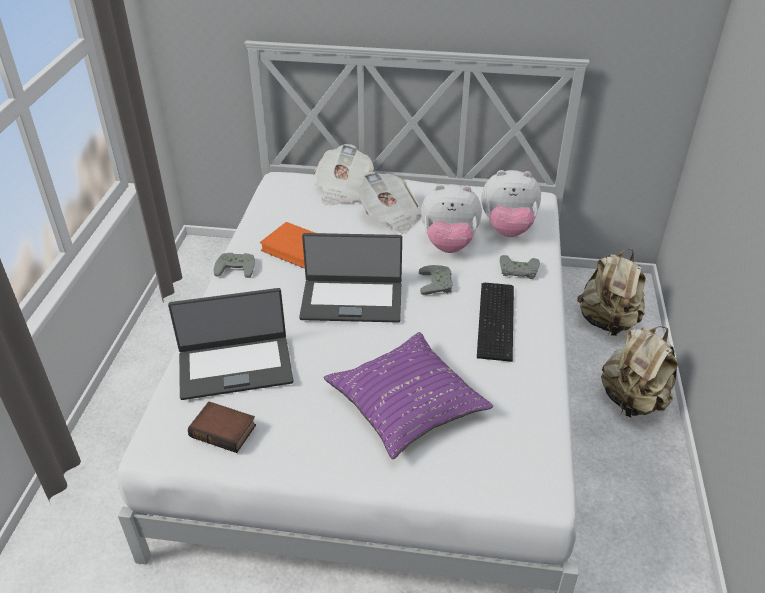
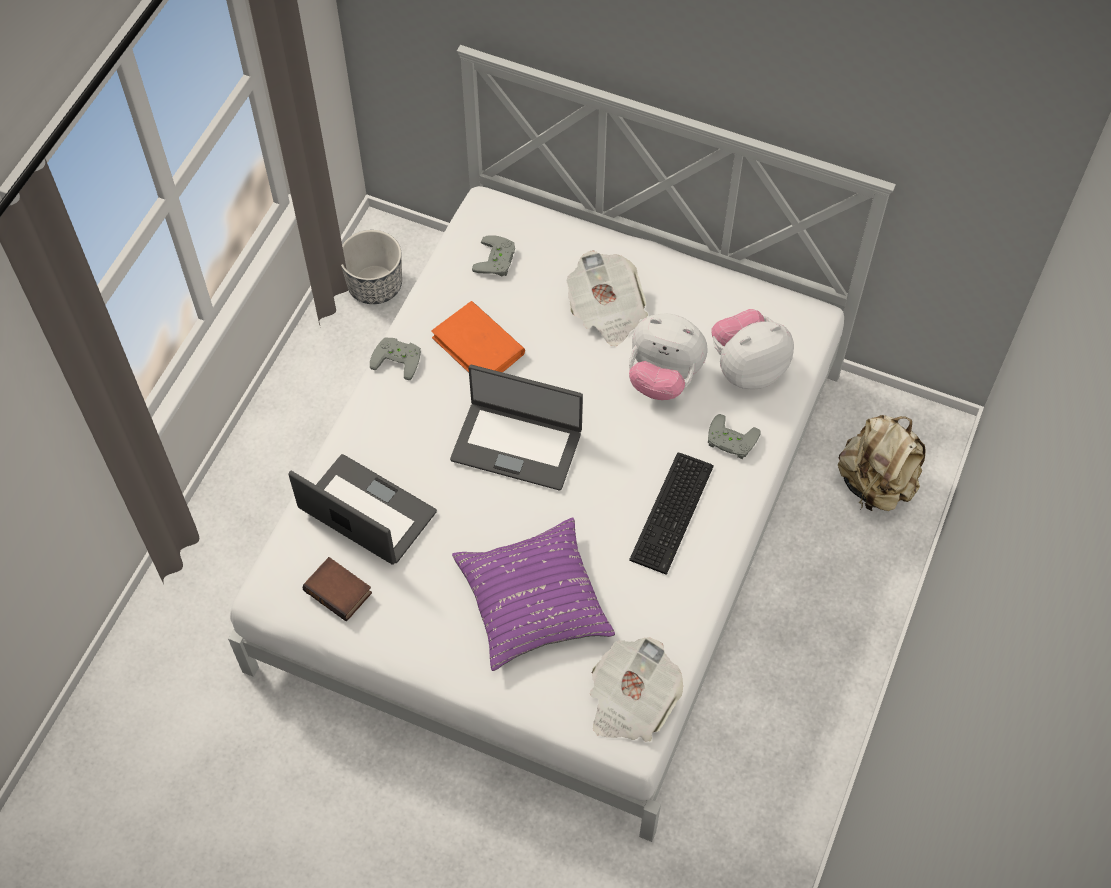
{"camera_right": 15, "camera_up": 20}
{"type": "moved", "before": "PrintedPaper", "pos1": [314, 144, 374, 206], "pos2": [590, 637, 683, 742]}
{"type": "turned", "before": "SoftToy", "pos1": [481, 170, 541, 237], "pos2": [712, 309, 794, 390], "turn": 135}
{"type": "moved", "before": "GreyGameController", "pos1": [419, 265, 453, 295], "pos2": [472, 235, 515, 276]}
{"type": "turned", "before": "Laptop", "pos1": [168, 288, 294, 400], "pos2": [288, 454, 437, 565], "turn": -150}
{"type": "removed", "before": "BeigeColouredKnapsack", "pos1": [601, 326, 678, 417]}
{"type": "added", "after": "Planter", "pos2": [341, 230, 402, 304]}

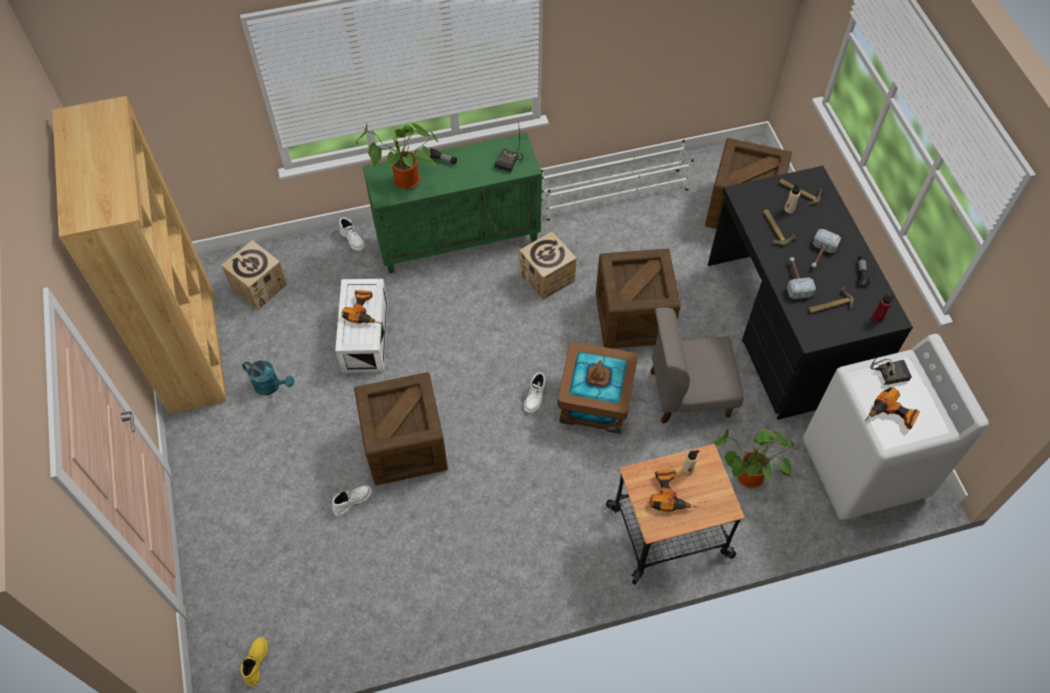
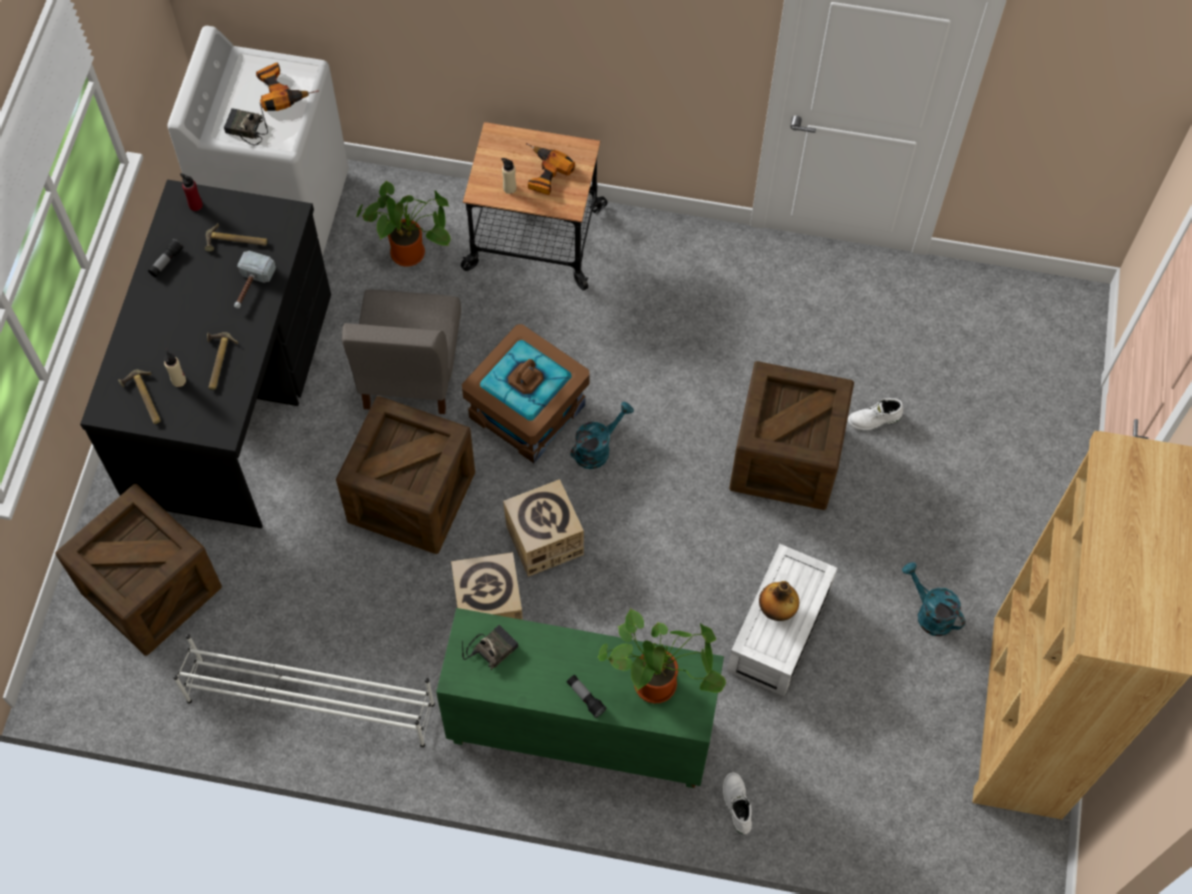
{"camera_right": -155, "camera_up": 5}
{"type": "removed", "before": "Hammer", "pos1": [811, 229, 841, 268]}
{"type": "moved", "before": "CardboardBox", "pos1": [221, 240, 287, 310], "pos2": [503, 479, 584, 577]}
{"type": "replaced", "before": "ElectricDrill", "after": "Bottle", "pos1": [342, 290, 381, 324], "pos2": [759, 581, 799, 621]}
{"type": "turned", "before": "GreyChair", "pos1": [650, 307, 744, 423], "pos2": [342, 290, 461, 414], "turn": 75}
{"type": "replaced", "before": "WhiteColouredTallBoot", "after": "BlueGreenSprinklingCan", "pos1": [524, 372, 545, 413], "pos2": [570, 402, 634, 469]}
{"type": "removed", "before": "YellowColouredTallBoot", "pos1": [241, 637, 268, 687]}

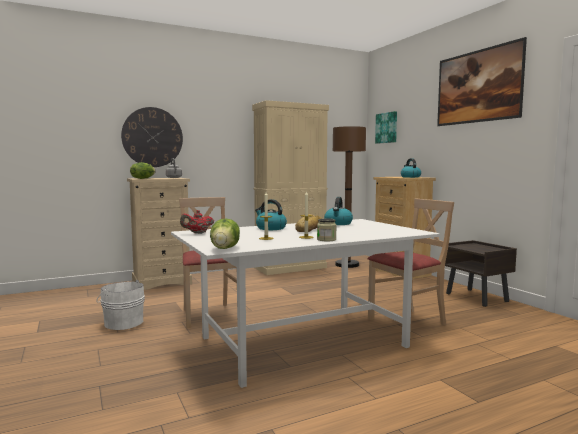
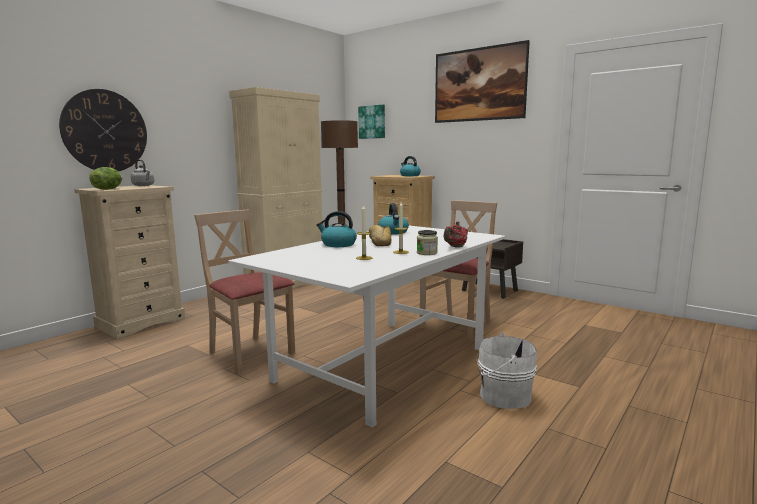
{"camera_right": -25, "camera_up": 5}
{"type": "moved", "before": "RedPotForTea", "pos1": [180, 210, 214, 234], "pos2": [444, 221, 468, 247]}
{"type": "removed", "before": "HeadOfLettuce", "pos1": [210, 218, 240, 249]}
{"type": "moved", "before": "WhiteColouredWaterBucket", "pos1": [96, 280, 145, 330], "pos2": [476, 333, 537, 409]}

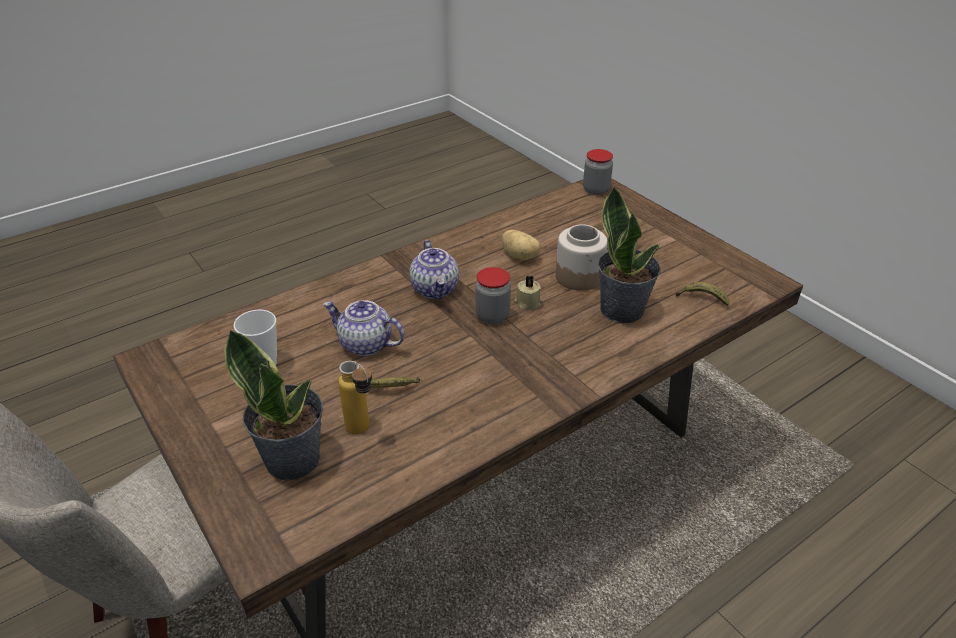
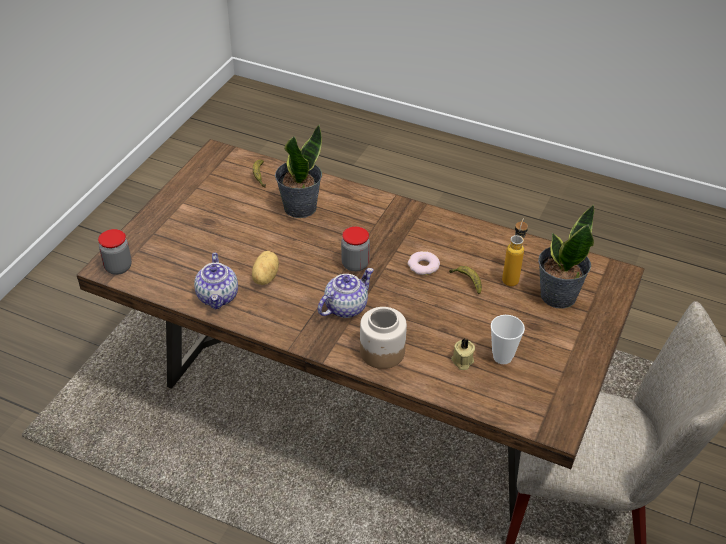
{"camera_right": -120, "camera_up": 5}
{"type": "moved", "before": "StorageJar", "pos1": [556, 224, 607, 291], "pos2": [360, 307, 407, 369]}
{"type": "moved", "before": "BeigeColouredWaxCandle", "pos1": [514, 276, 541, 310], "pos2": [451, 338, 475, 370]}
{"type": "moved", "before": "PotForTea", "pos1": [323, 300, 405, 356], "pos2": [194, 253, 238, 310]}
{"type": "added", "after": "RingDoughnut", "pos2": [407, 251, 440, 275]}

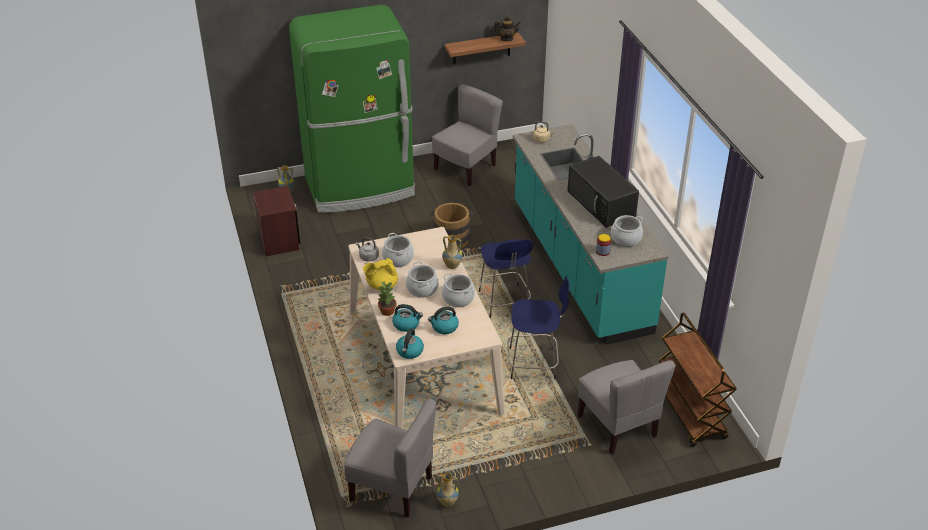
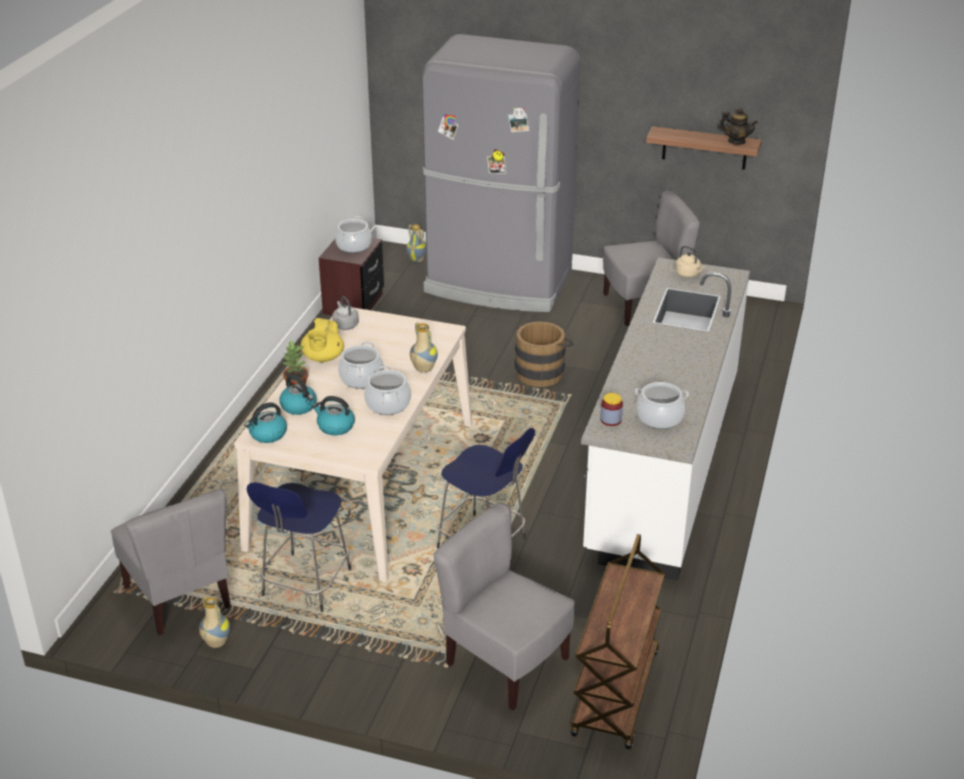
{"camera_right": 35, "camera_up": -5}
{"type": "recoloured", "before": "GreenishKitchenFridge", "after": "GreyKitchenFridge", "pos1": [289, 5, 415, 213], "pos2": [422, 34, 581, 312]}
{"type": "recoloured", "before": "BlueGreenCounter", "after": "WhiteColouredCounter", "pos1": [513, 124, 668, 345], "pos2": [581, 257, 750, 581]}
{"type": "removed", "before": "BlackColouredMicrowaveOven", "pos1": [568, 156, 639, 228]}
{"type": "moved", "before": "Stockpot", "pos1": [382, 233, 414, 267], "pos2": [335, 216, 372, 253]}
{"type": "moved", "before": "BlueSittingStool", "pos1": [479, 239, 533, 318], "pos2": [247, 482, 351, 612]}
{"type": "turned", "before": "YellowColouredPotForTea", "pos1": [363, 258, 398, 290], "pos2": [300, 318, 344, 362], "turn": -90}
{"type": "turned", "before": "GreyChair", "pos1": [577, 360, 676, 454], "pos2": [434, 502, 575, 710], "turn": 120}

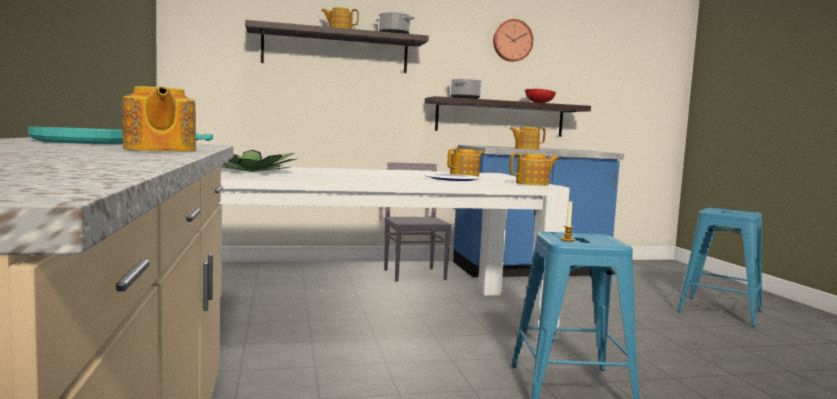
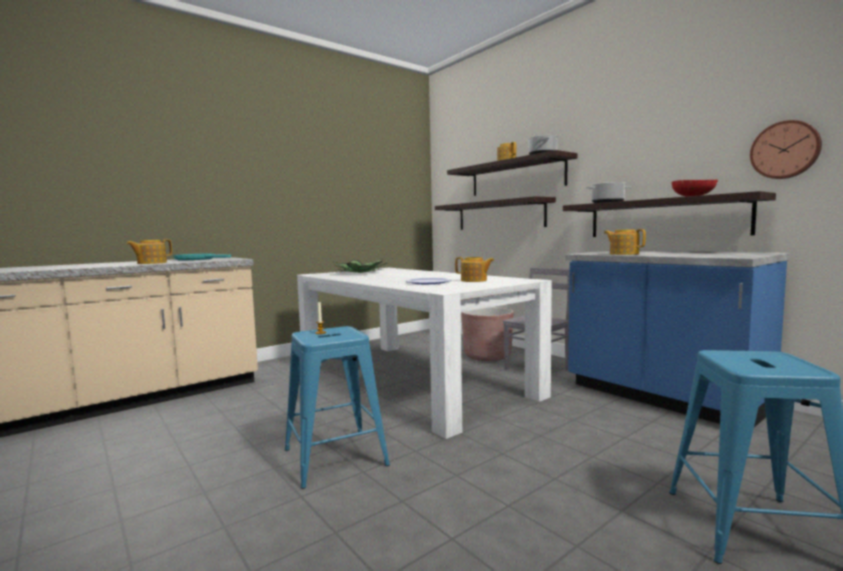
{"camera_right": 65, "camera_up": 0}
{"type": "moved", "before": "HangingClock", "pos1": [493, 19, 533, 62], "pos2": [750, 120, 822, 179]}
{"type": "removed", "before": "PotForTea", "pos1": [510, 153, 559, 185]}
{"type": "added", "after": "WallShelf", "pos2": [435, 196, 556, 230]}
{"type": "added", "after": "BrownPlanter", "pos2": [461, 307, 514, 361]}

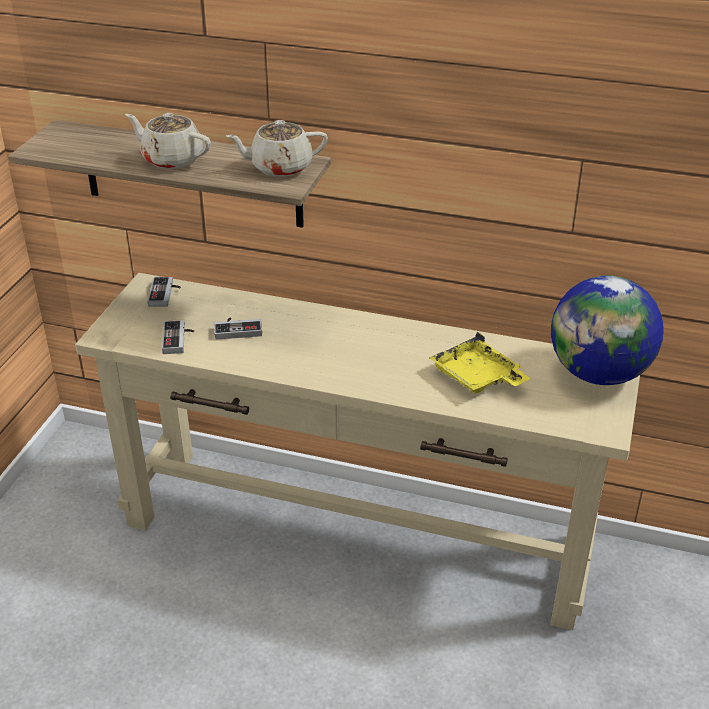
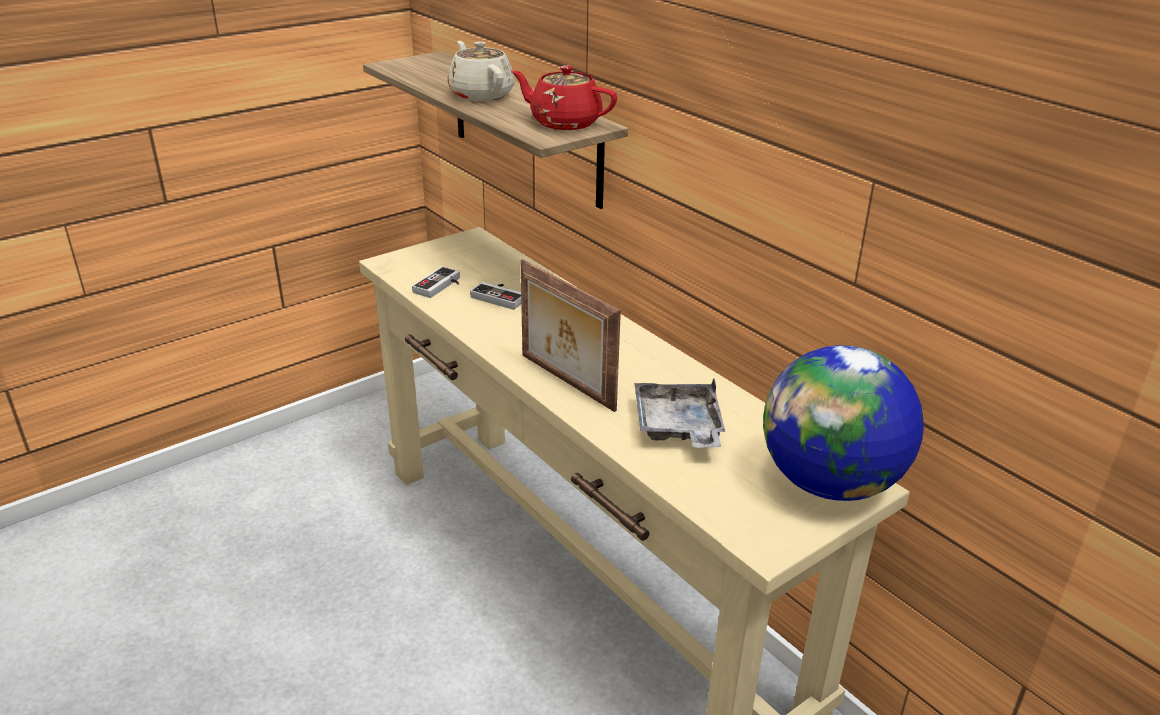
{"camera_right": 35, "camera_up": -5}
{"type": "recoloured", "before": "BeigeColouredPotForTea", "after": "RedPotForTea", "pos1": [226, 120, 328, 177], "pos2": [511, 65, 617, 130]}
{"type": "removed", "before": "GameController", "pos1": [147, 277, 181, 307]}
{"type": "recoloured", "before": "YellowColouredCarryingTray", "after": "GreyCarryingTray", "pos1": [429, 332, 531, 394], "pos2": [634, 379, 726, 448]}
{"type": "added", "after": "StandingFrame", "pos2": [520, 259, 621, 412]}

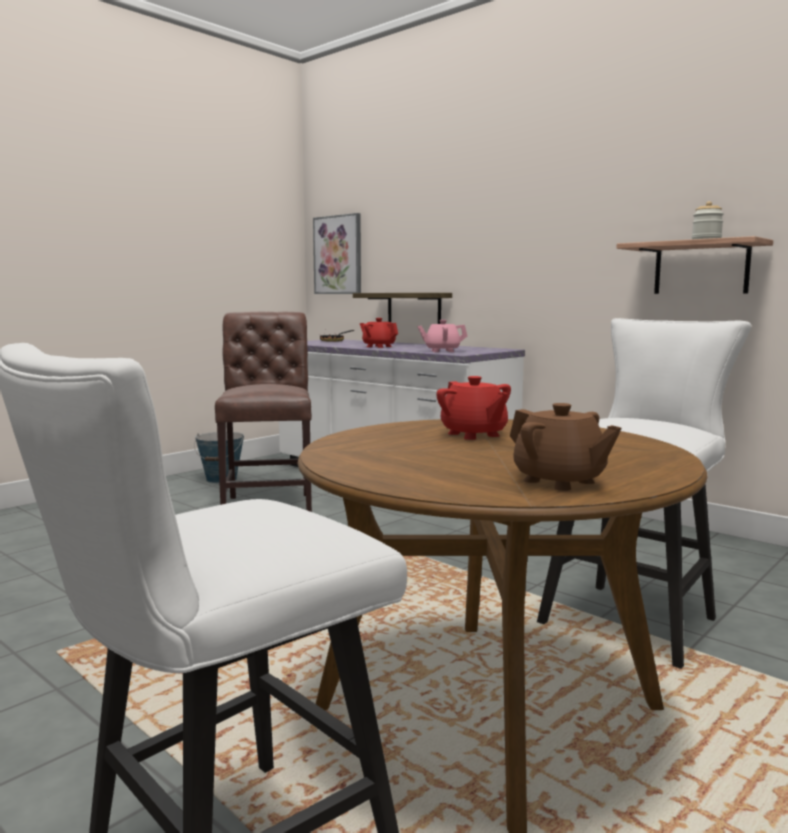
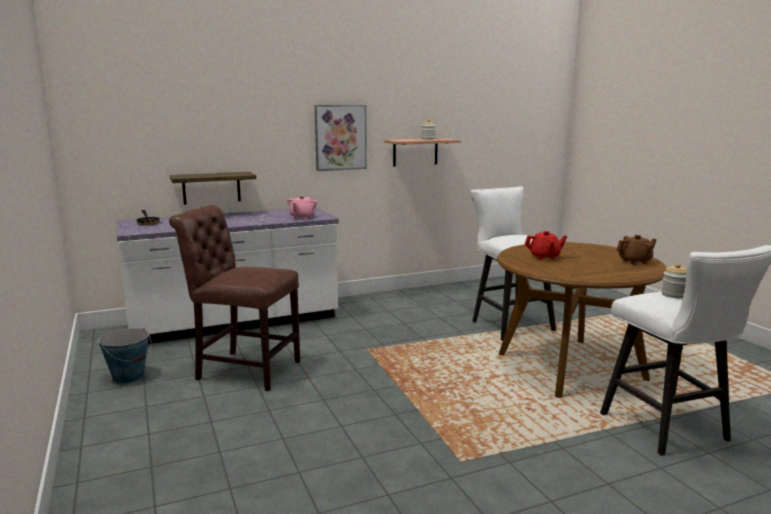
{"camera_right": -65, "camera_up": 5}
{"type": "moved", "before": "WallArt", "pos1": [313, 213, 361, 294], "pos2": [315, 105, 367, 171]}
{"type": "removed", "before": "RedPotForTea", "pos1": [360, 318, 398, 348]}
{"type": "added", "after": "StorageJar", "pos2": [662, 264, 687, 299]}

